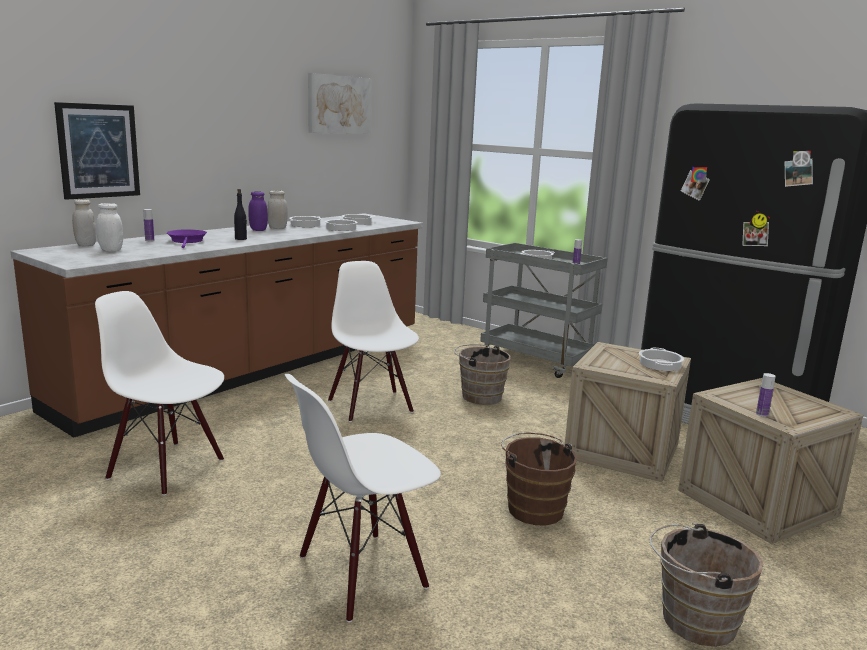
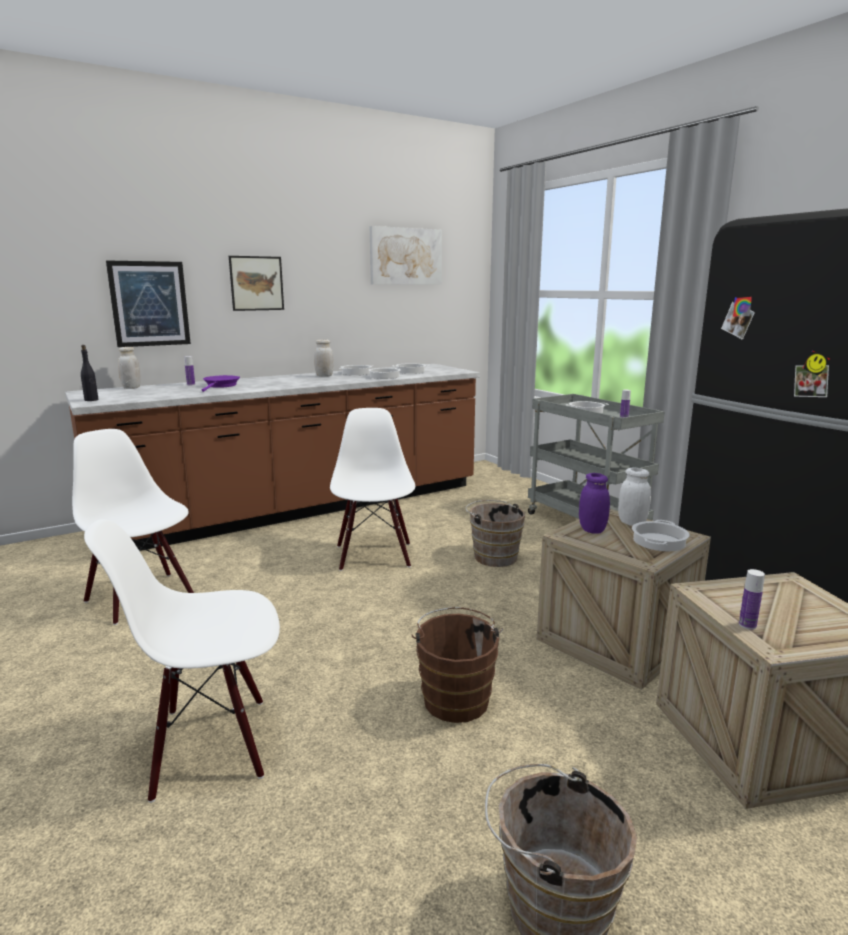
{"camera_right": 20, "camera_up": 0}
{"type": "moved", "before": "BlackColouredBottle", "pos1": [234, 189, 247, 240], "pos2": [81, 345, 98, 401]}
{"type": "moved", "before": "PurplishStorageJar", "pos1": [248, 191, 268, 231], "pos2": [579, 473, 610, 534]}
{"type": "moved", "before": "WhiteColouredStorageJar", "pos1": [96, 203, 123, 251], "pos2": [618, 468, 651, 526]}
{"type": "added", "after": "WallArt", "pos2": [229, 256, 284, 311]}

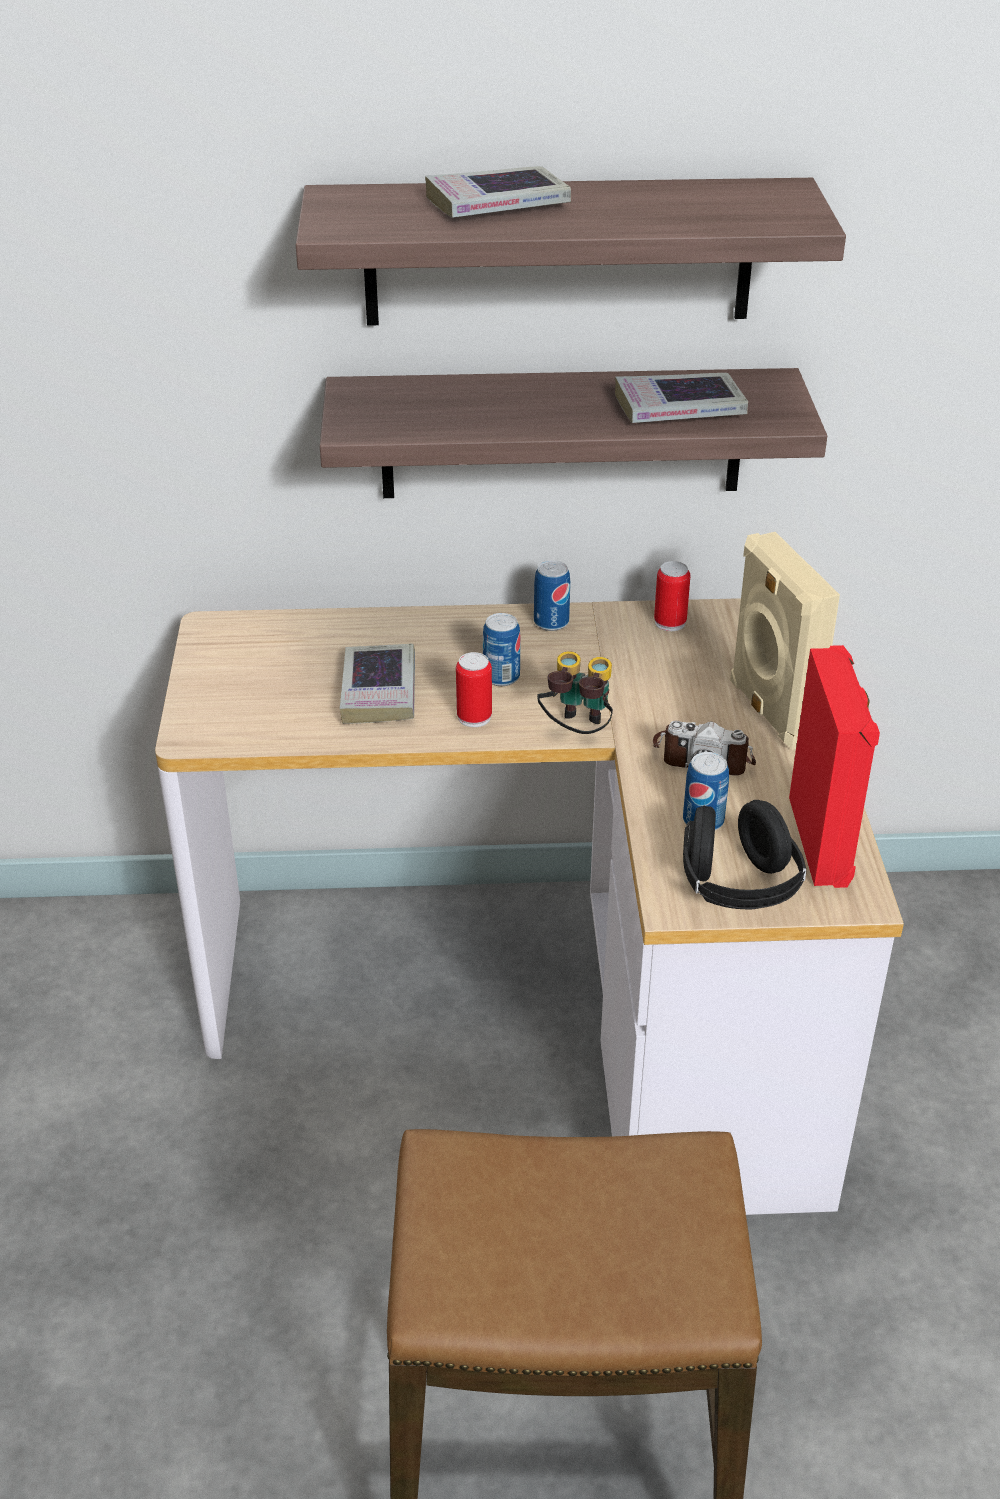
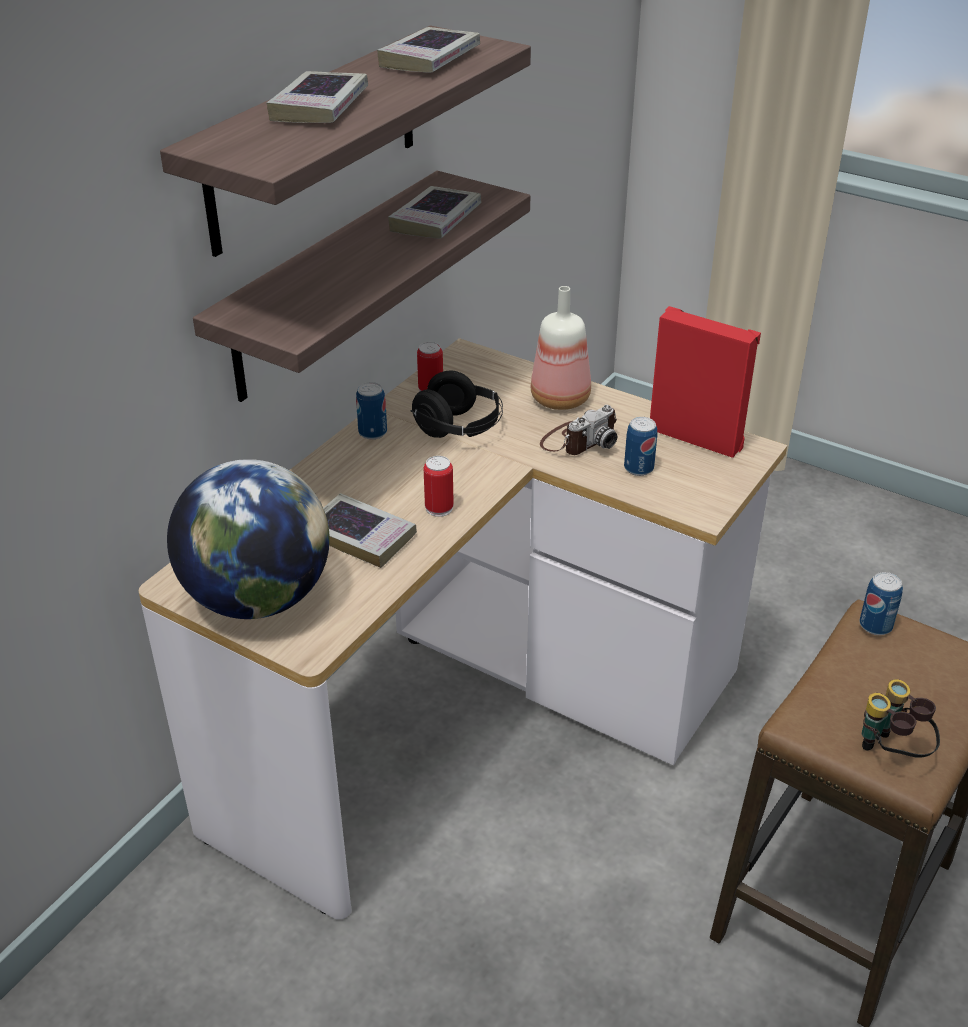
{"camera_right": -55, "camera_up": 0}
{"type": "replaced", "before": "BeigeColouredSpeaker", "after": "Bottle", "pos1": [730, 532, 840, 750], "pos2": [531, 286, 591, 410]}
{"type": "moved", "before": "Can", "pos1": [483, 613, 520, 686], "pos2": [859, 572, 903, 635]}
{"type": "moved", "before": "Binoculars", "pos1": [537, 651, 613, 734], "pos2": [862, 679, 940, 758]}
{"type": "moved", "before": "BlackColouredPairOfHeadphones", "pos1": [683, 800, 806, 909], "pos2": [411, 371, 503, 438]}
{"type": "added", "after": "Volume", "pos2": [377, 27, 480, 73]}
{"type": "added", "after": "DeskGlobe", "pos2": [167, 459, 330, 619]}

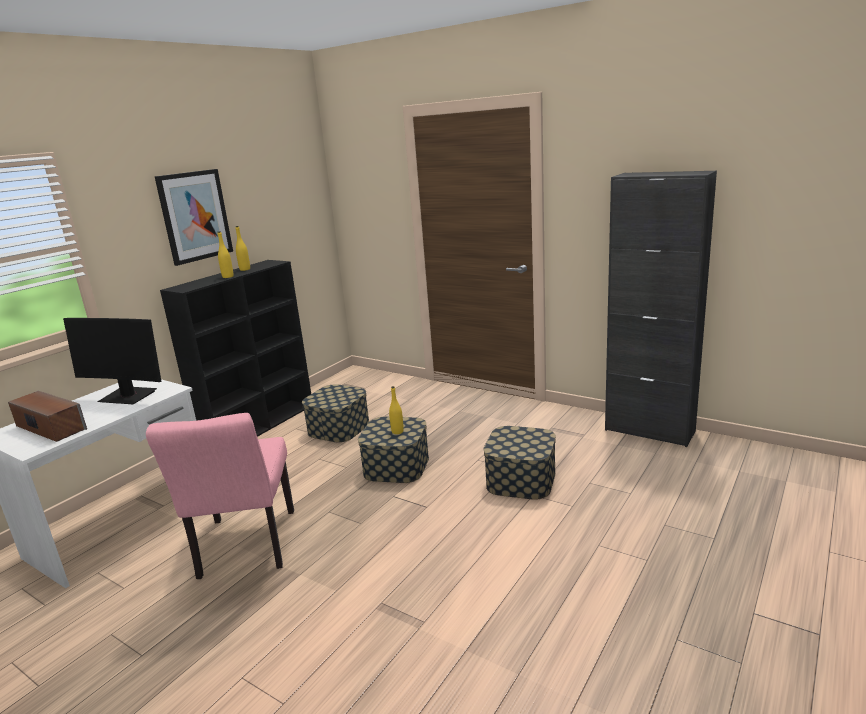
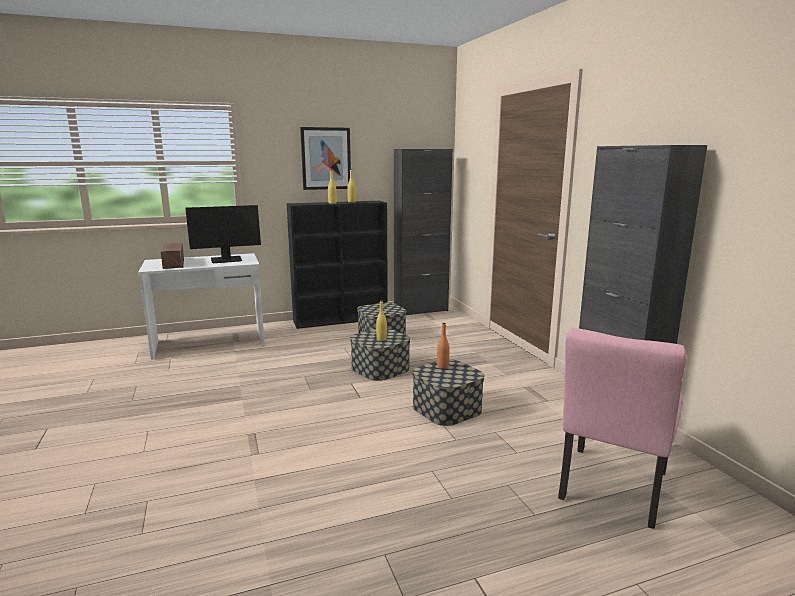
{"camera_right": 35, "camera_up": -5}
{"type": "turned", "before": "ComputerDisplay", "pos1": [63, 318, 161, 404], "pos2": [185, 205, 261, 263], "turn": -75}
{"type": "moved", "before": "PinkChair", "pos1": [146, 413, 294, 579], "pos2": [558, 328, 686, 529]}
{"type": "added", "after": "BlackColouredCupboard", "pos2": [394, 149, 453, 315]}
{"type": "added", "after": "OrangeBottle", "pos2": [437, 323, 449, 369]}

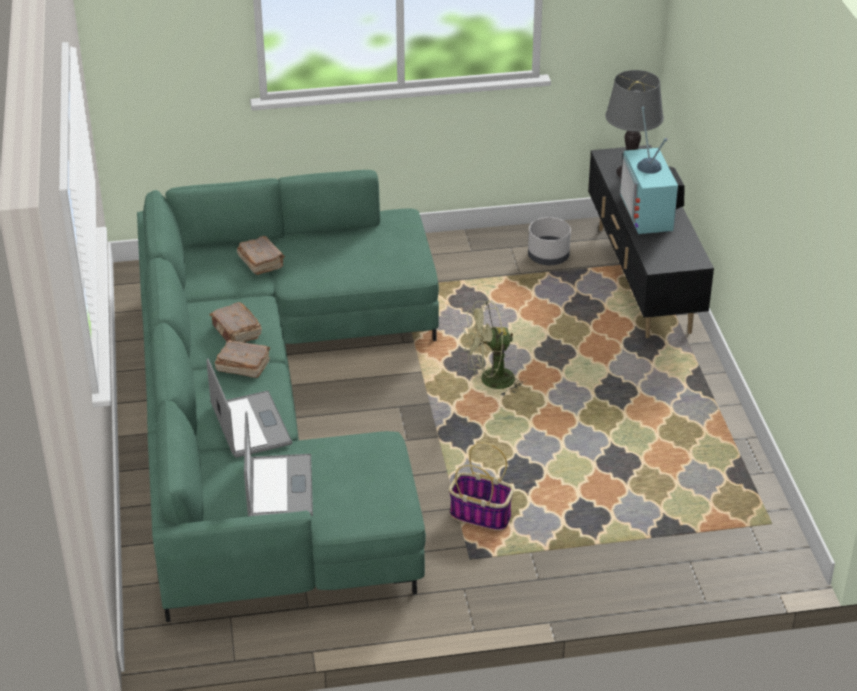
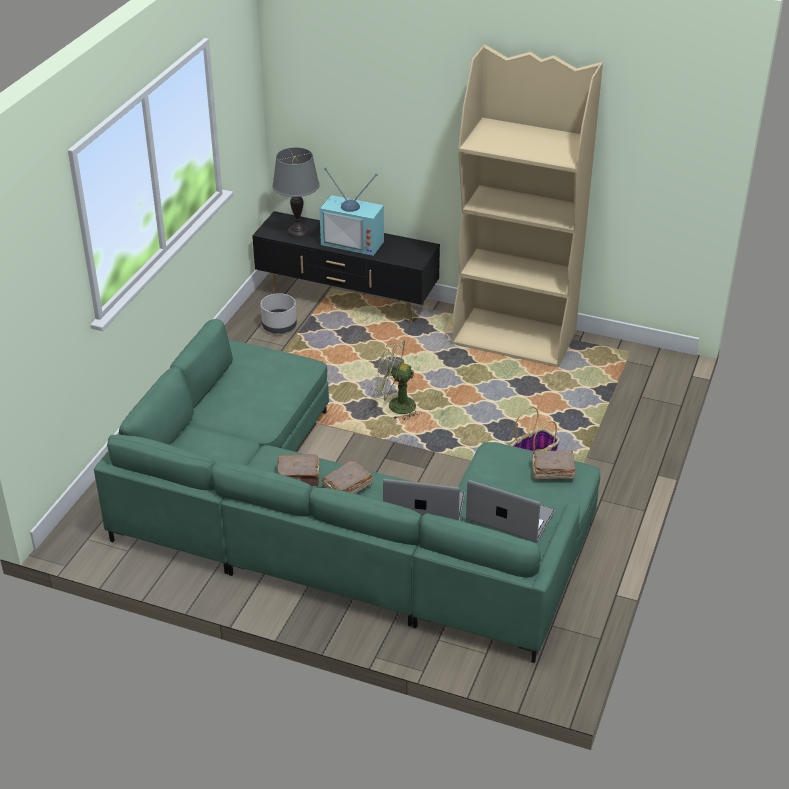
{"camera_right": -60, "camera_up": 0}
{"type": "moved", "before": "BrownVolume", "pos1": [237, 236, 285, 275], "pos2": [532, 450, 576, 480]}
{"type": "turned", "before": "GreenishCoolingFan", "pos1": [464, 301, 526, 396], "pos2": [373, 338, 420, 420], "turn": 90}
{"type": "added", "after": "BeigeColouredShelvingUnit", "pos2": [452, 45, 603, 367]}

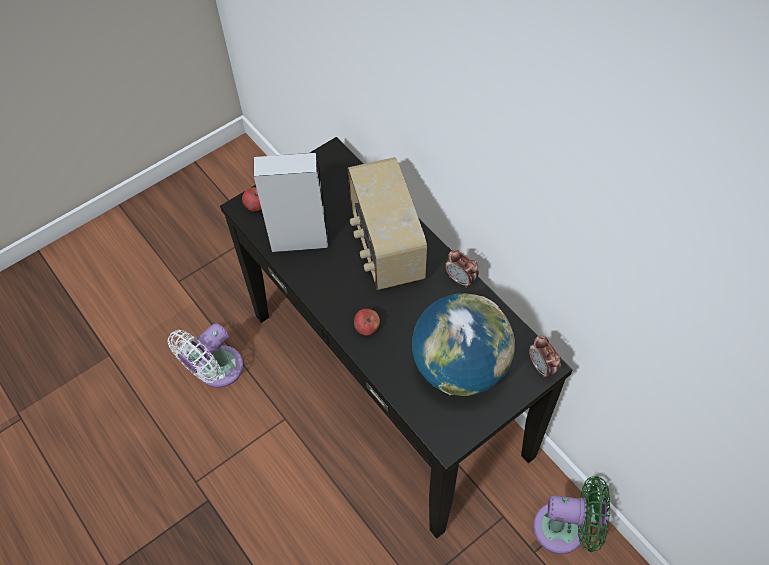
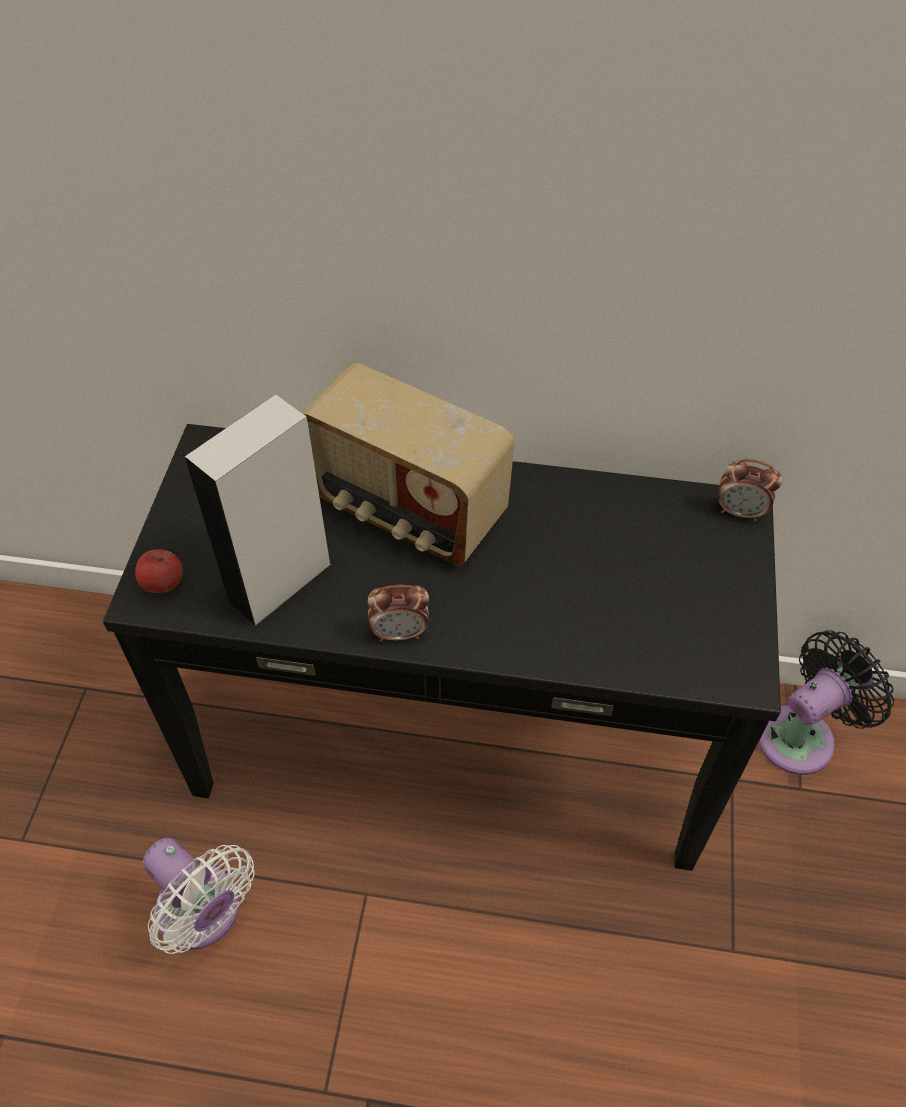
{"camera_right": -45, "camera_up": -5}
{"type": "moved", "before": "TableClock", "pos1": [445, 250, 479, 288], "pos2": [368, 585, 429, 642]}
{"type": "removed", "before": "DeskGlobe", "pos1": [412, 293, 515, 396]}
{"type": "removed", "before": "AppleFruit", "pos1": [354, 309, 380, 335]}
{"type": "turned", "before": "WhiteColouredCoolingFan", "pos1": [168, 323, 243, 388], "pos2": [143, 838, 255, 954], "turn": -45}
{"type": "recoloured", "before": "GreenishCoolingFan", "after": "BlackColouredCoolingFan", "pos1": [533, 476, 610, 554], "pos2": [758, 630, 894, 775]}

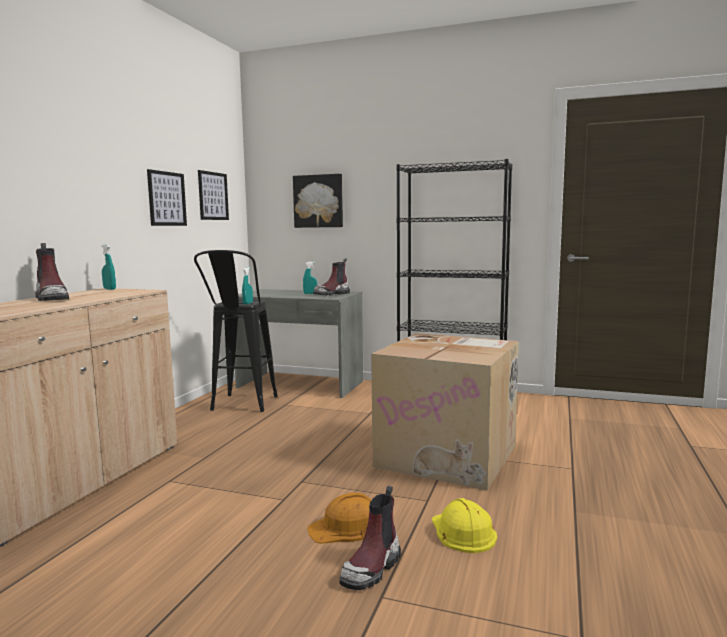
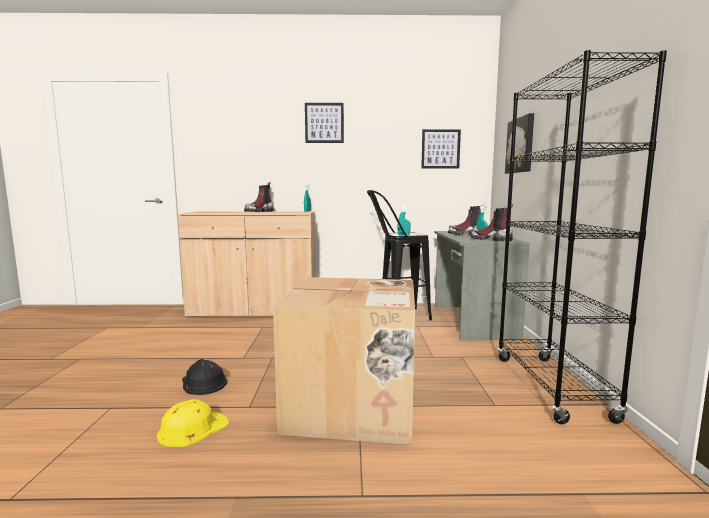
{"camera_right": 70, "camera_up": 0}
{"type": "moved", "before": "WallArt", "pos1": [147, 169, 187, 226], "pos2": [305, 103, 344, 143]}
{"type": "moved", "before": "TallBoot", "pos1": [339, 486, 401, 590], "pos2": [448, 203, 485, 235]}
{"type": "recoloured", "before": "OrangeSafetyHelmet", "after": "BlackColouredSafetyHelmet", "pos1": [307, 493, 371, 544], "pos2": [182, 359, 228, 395]}

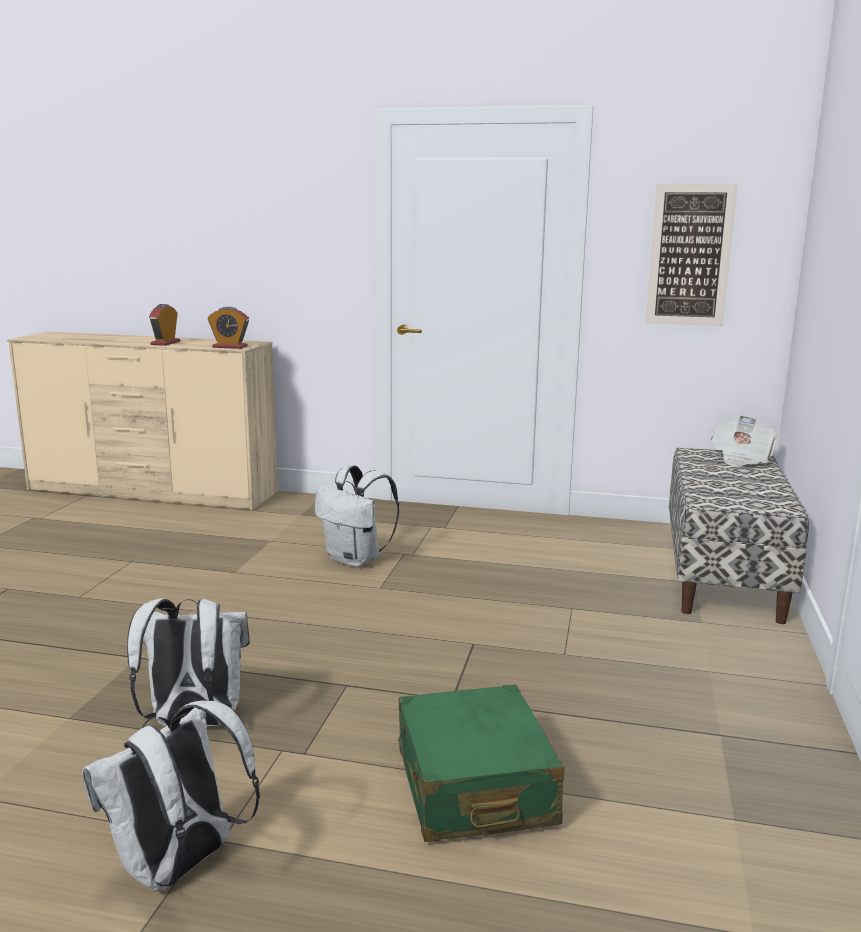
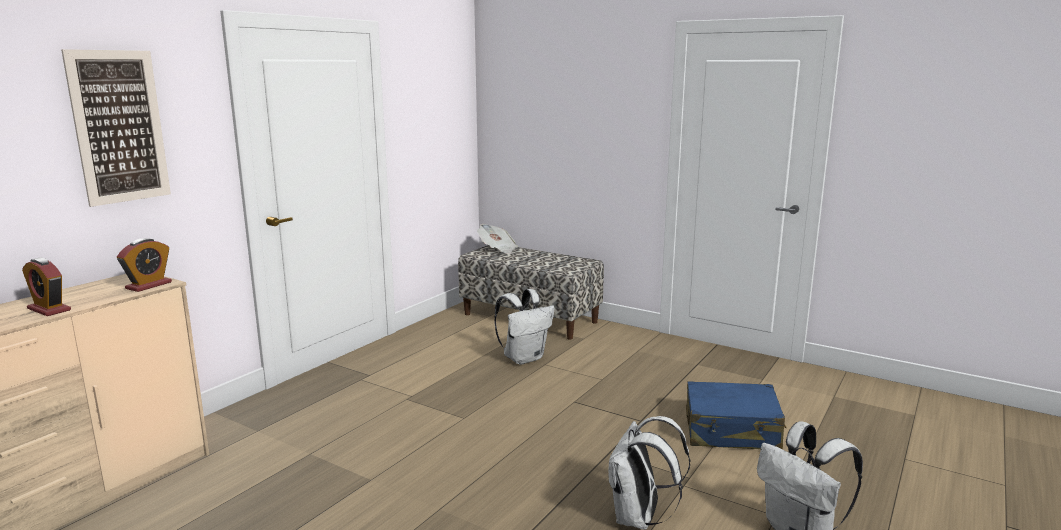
{"camera_right": -70, "camera_up": 0}
{"type": "moved", "before": "WallArt", "pos1": [645, 184, 738, 326], "pos2": [61, 49, 171, 207]}
{"type": "moved", "before": "WhiteColouredKnapsack", "pos1": [315, 465, 399, 567], "pos2": [494, 289, 554, 365]}
{"type": "recoloured", "before": "GreenishTravelCase", "after": "BlueTravelCase", "pos1": [398, 684, 565, 842], "pos2": [686, 381, 787, 449]}

